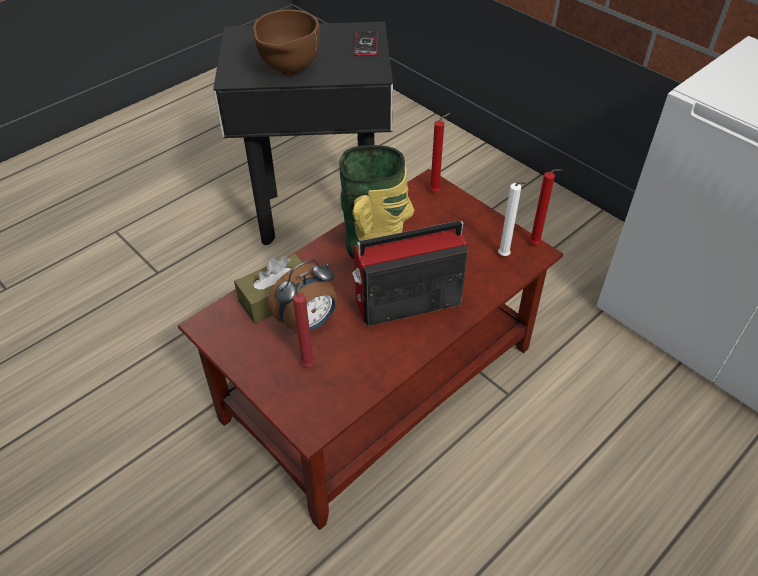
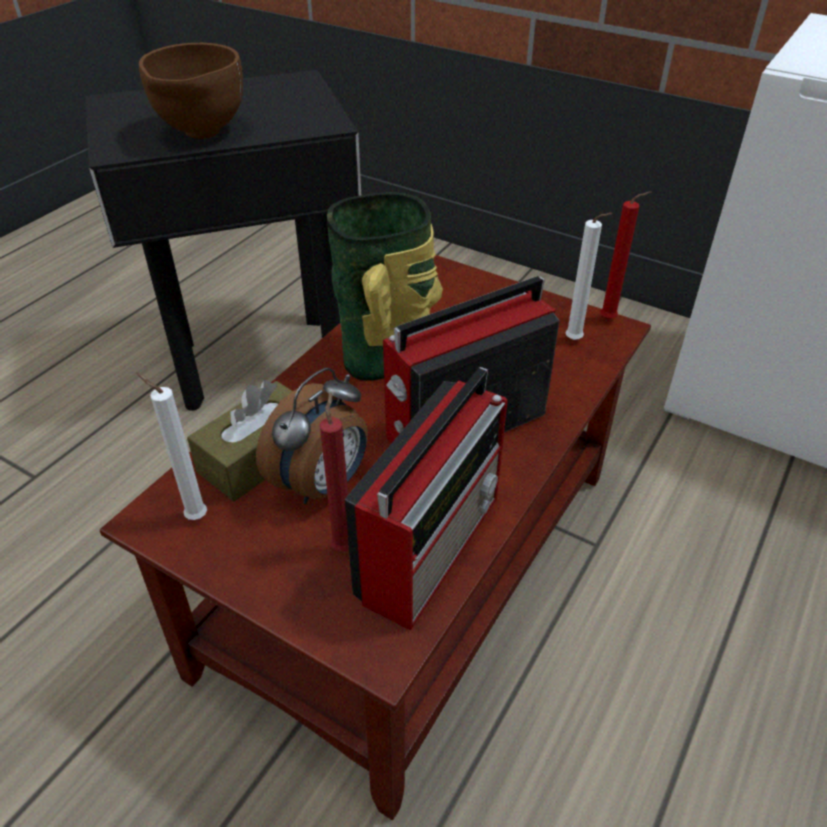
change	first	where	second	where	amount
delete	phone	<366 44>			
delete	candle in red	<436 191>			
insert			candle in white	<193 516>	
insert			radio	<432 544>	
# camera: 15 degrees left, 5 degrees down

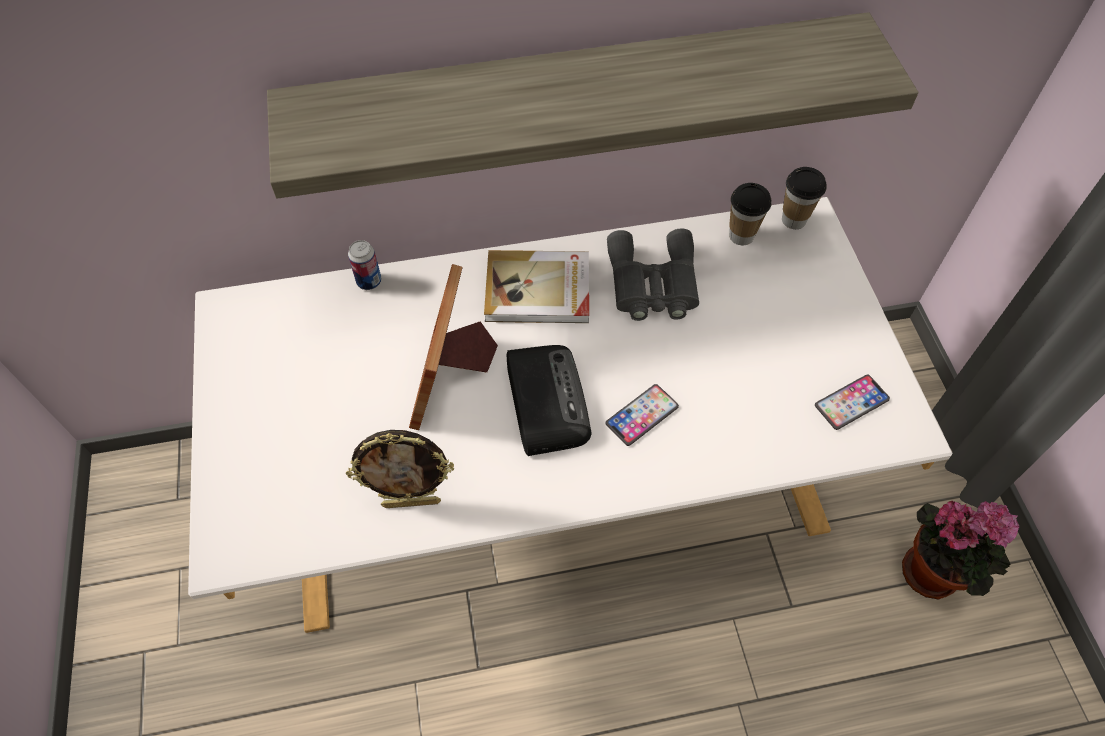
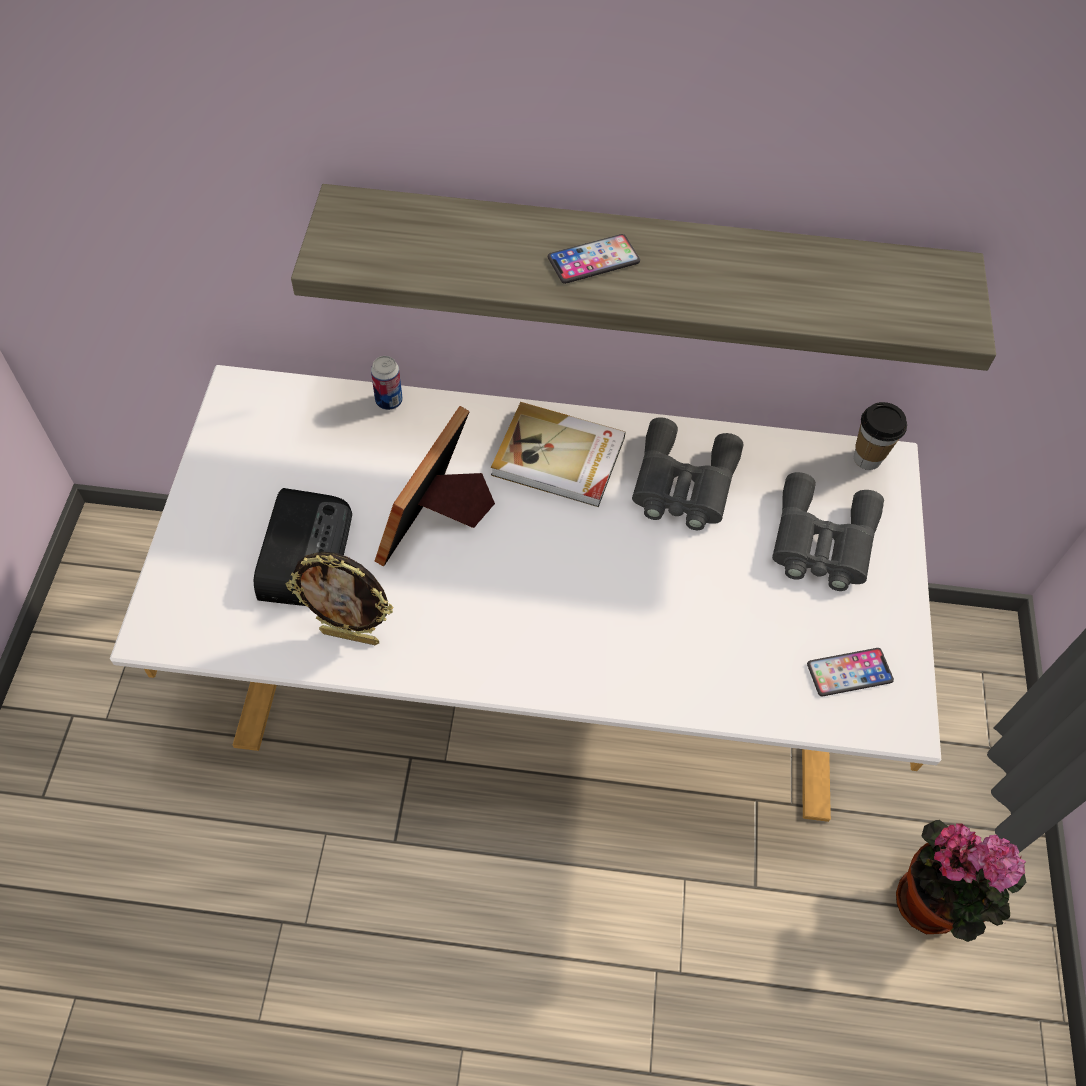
change	first	where	second	where	amount
delete	cup	<741 236>			
insert			binoculars in grey	<821 543>	
move	radio	<545 400>		<304 550>	
move	phone	<642 415>		<593 260>	
# camera: 15 degrees right, 0 degrees up

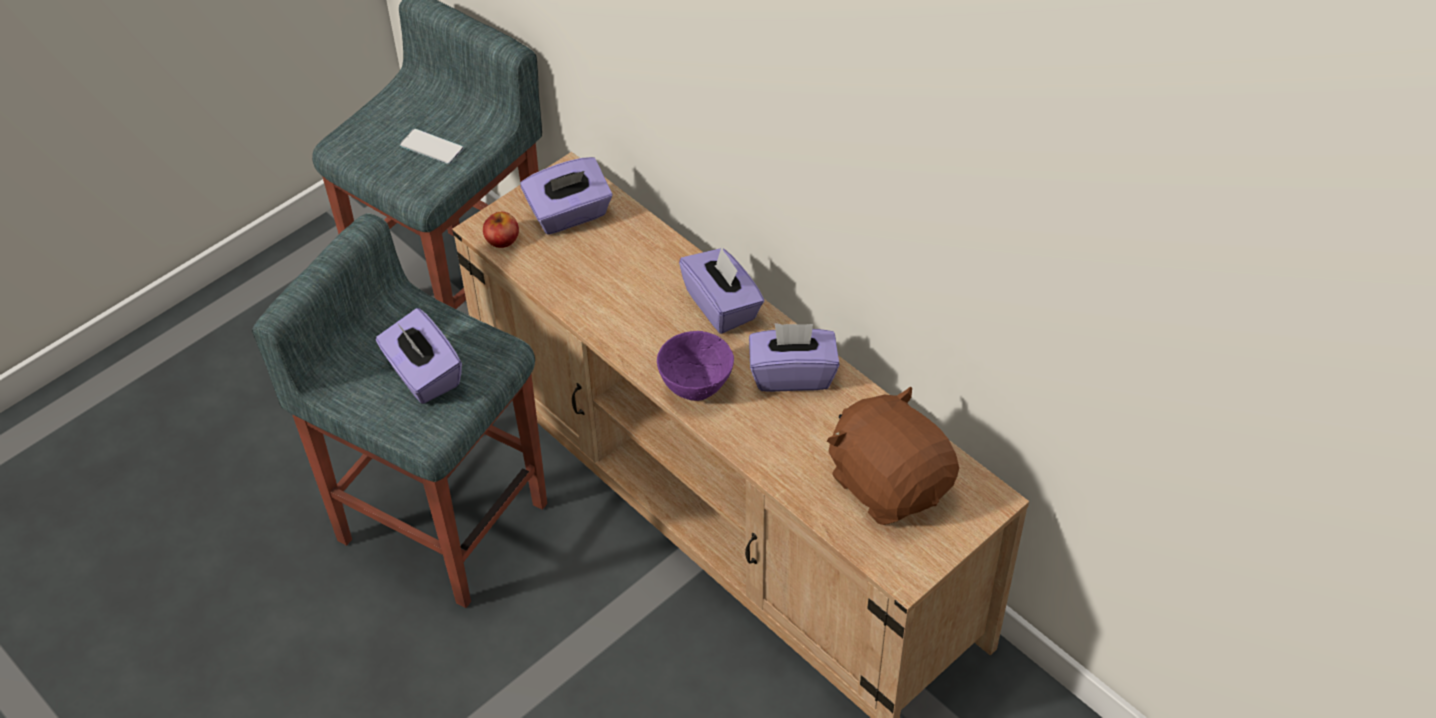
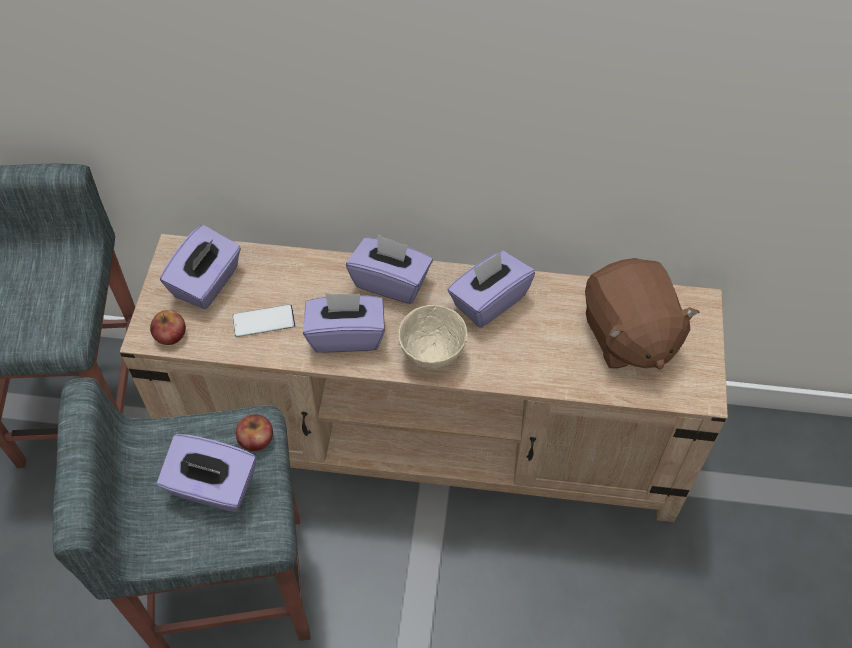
change	first	where	second	where	amount
insert			apple	<256 439>	
insert			tissue box in purple	<346 335>	
move	phone	<431 147>		<264 321>	
recolor	bowl in purple	<695 386>	bowl in beige	<431 354>	
rotate	plush toy in brown	<889 482>		<628 336>	120 degrees counterclockwise
# camera: 40 degrees left, 5 degrees up

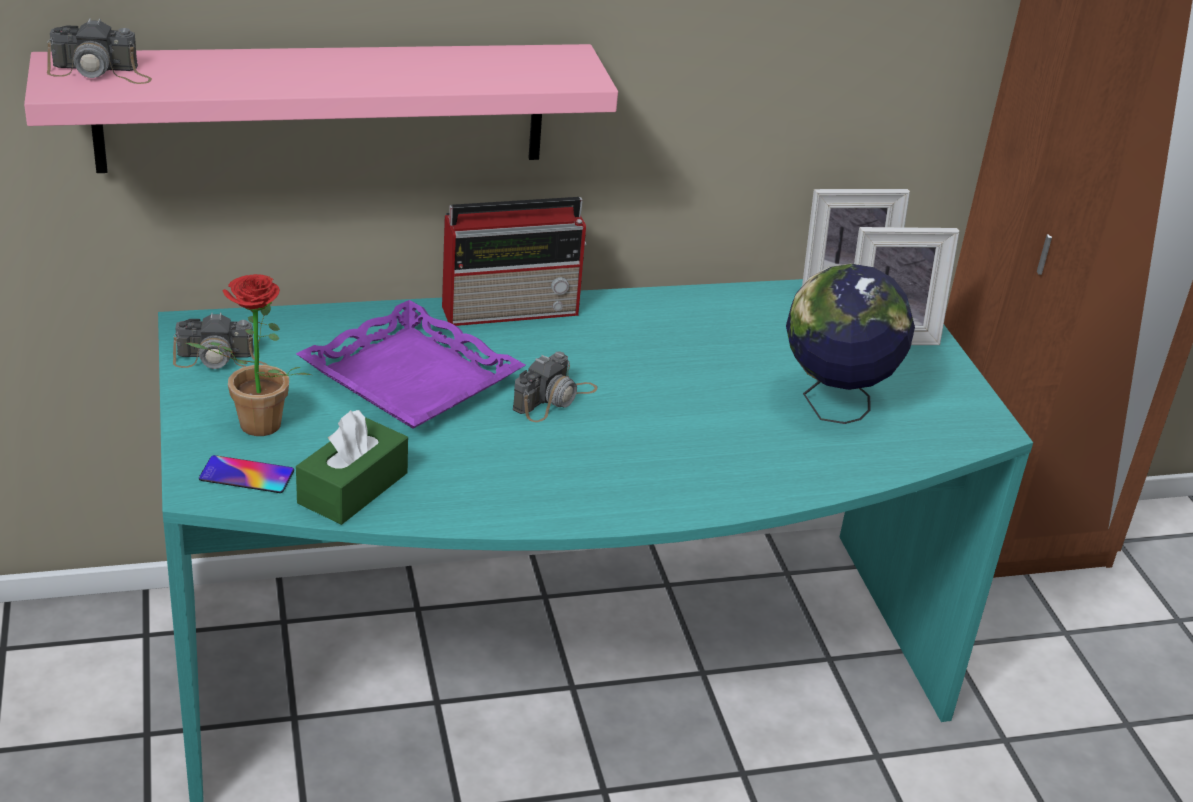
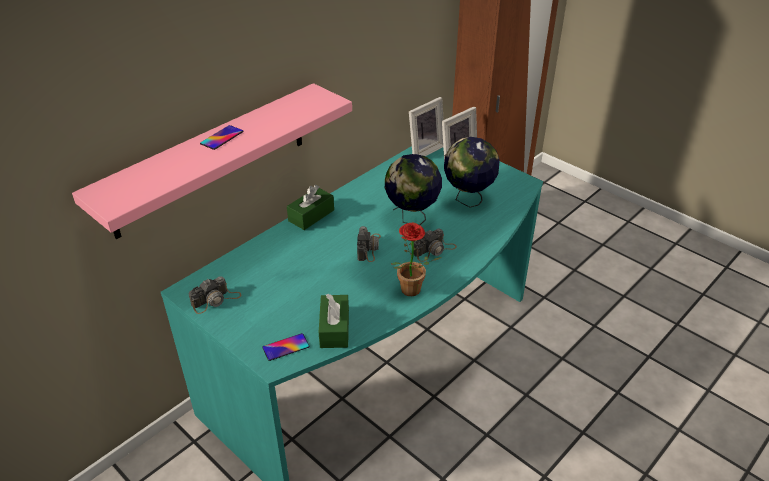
change	first	where	second	where	amount
delete	tray in purple	<412 377>			
insert			phone	<222 138>	
insert			globe	<412 218>	
move	photo camera	<101 72>		<434 250>	
move	potted plant	<252 428>		<410 293>	
replace	radio	<513 309>	tissue box in green	<311 215>	
# camera: 30 degrees left, 5 degrees up

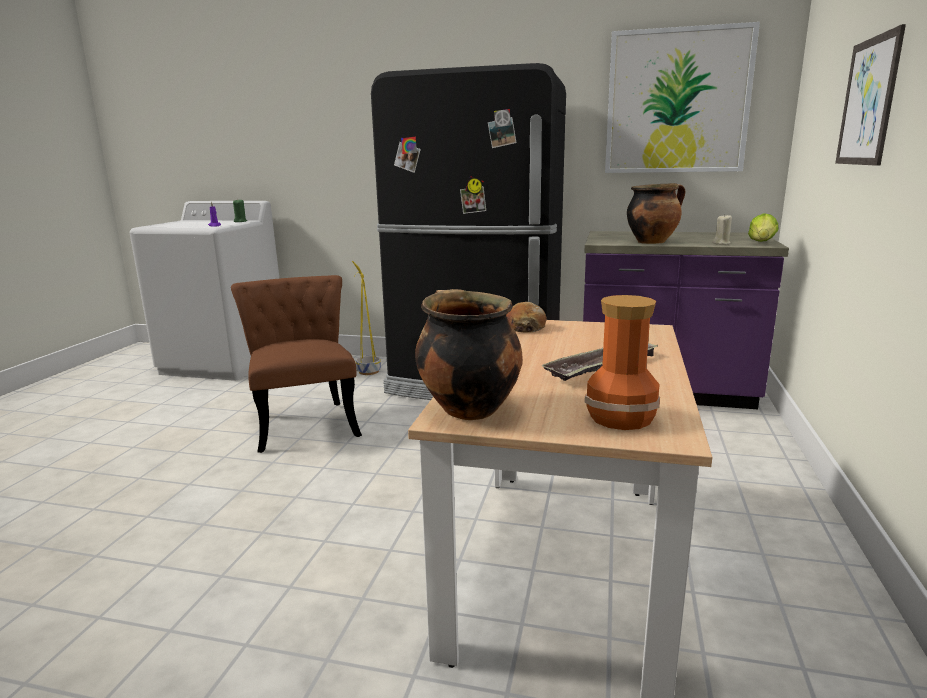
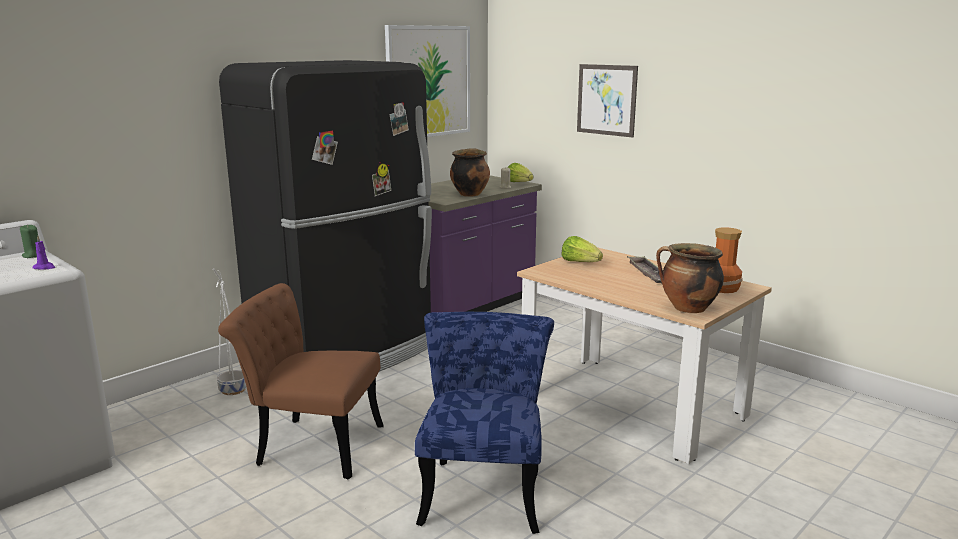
change	first	where	second	where	amount
delete	bread	<525 327>			
insert			chair in blue	<484 488>	
insert			lettuce	<580 262>	
recolor	planter in yellow	<368 371>	planter in white	<233 390>	
# camera: 60 degrees left, 0 degrees up

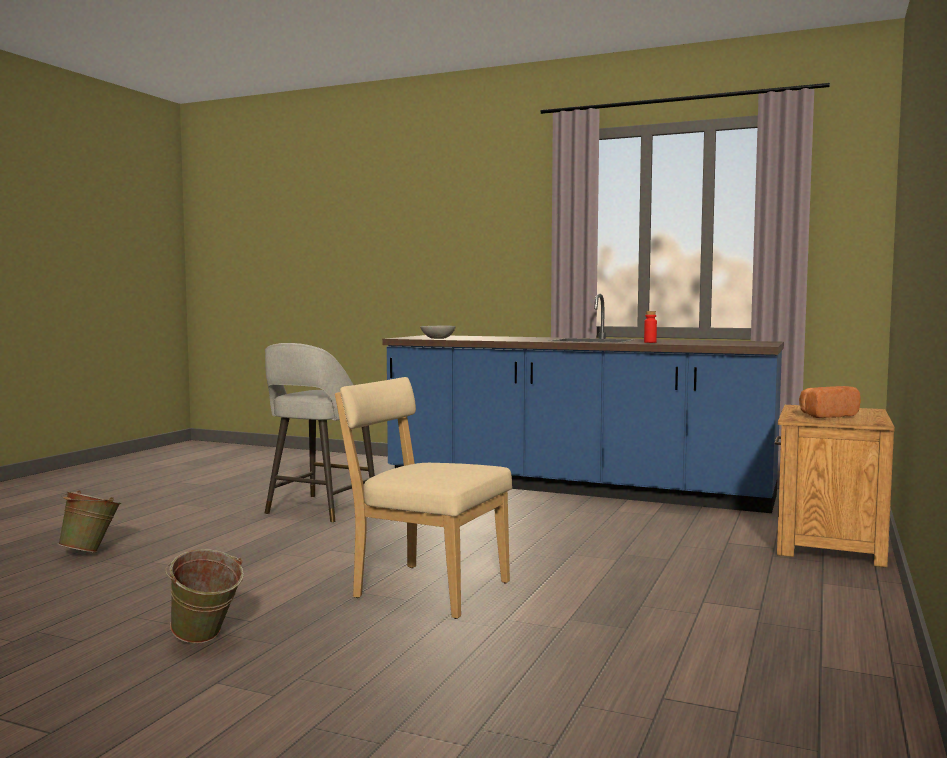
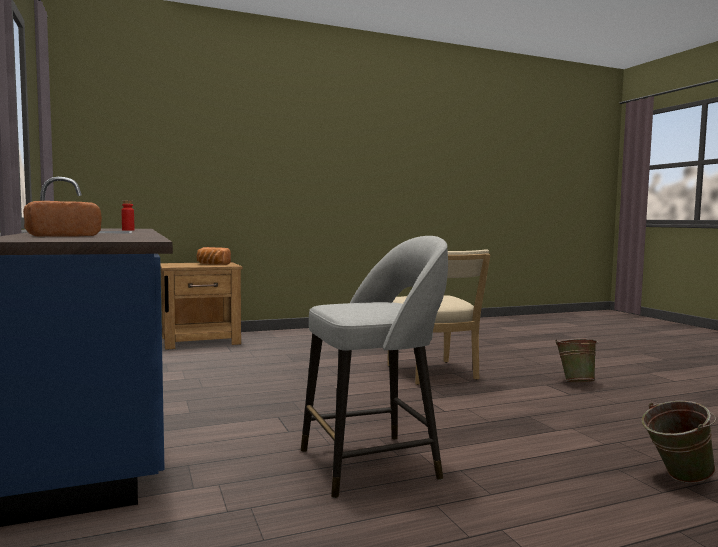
change	first	where	second	where	amount
delete	bowl in grey	<438 338>			
insert			bread	<60 236>	
# camera: 135 degrees left, 0 degrees up

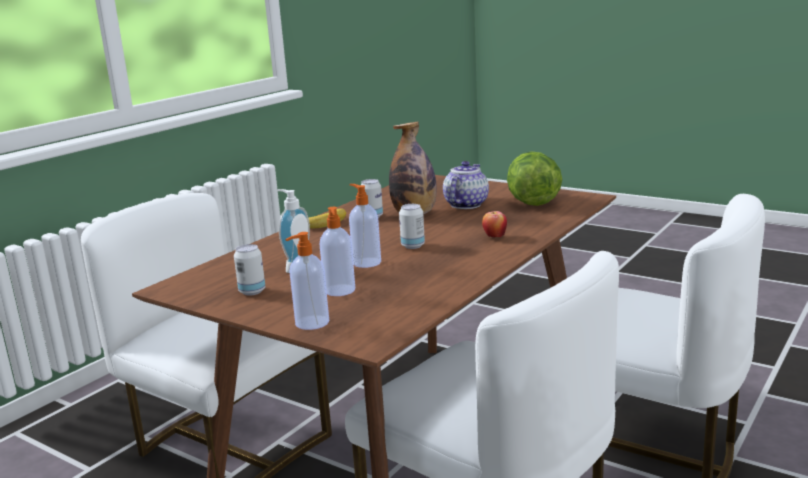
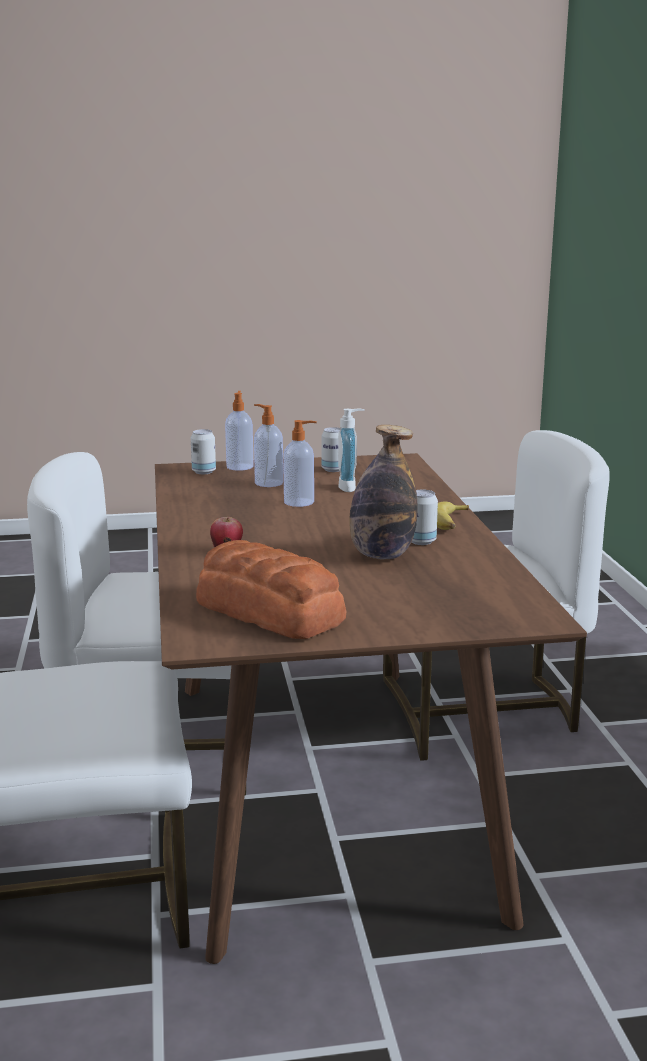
change	first	where	second	where	amount
delete	teapot	<466 204>			
move	can	<413 246>		<204 472>	
replace	lettuce	<532 202>	bread	<268 610>	
# camera: 135 degrees right, 0 degrees up

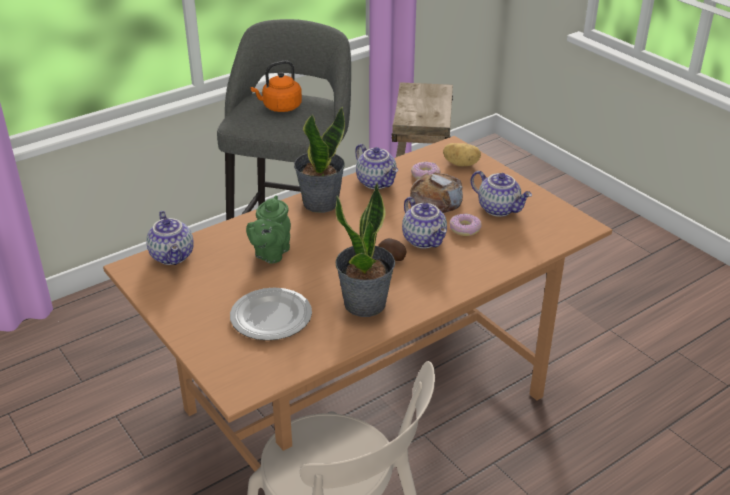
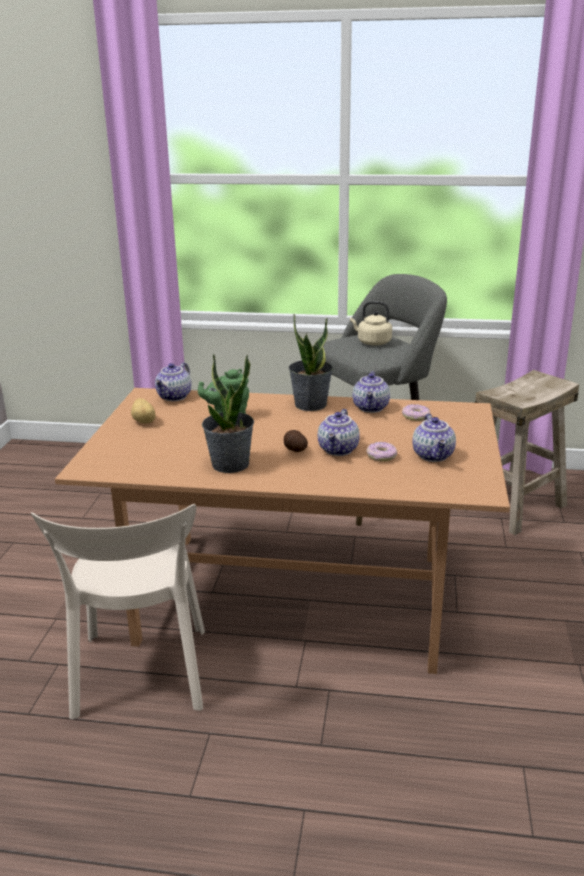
change	first	where	second	where	amount
delete	plate	<271 316>			
delete	bread	<435 200>			
move	potato	<461 164>		<144 421>	
recolor	kettle in orange	<280 107>	kettle in beige	<372 342>	
# camera: 45 degrees right, 10 degrees down

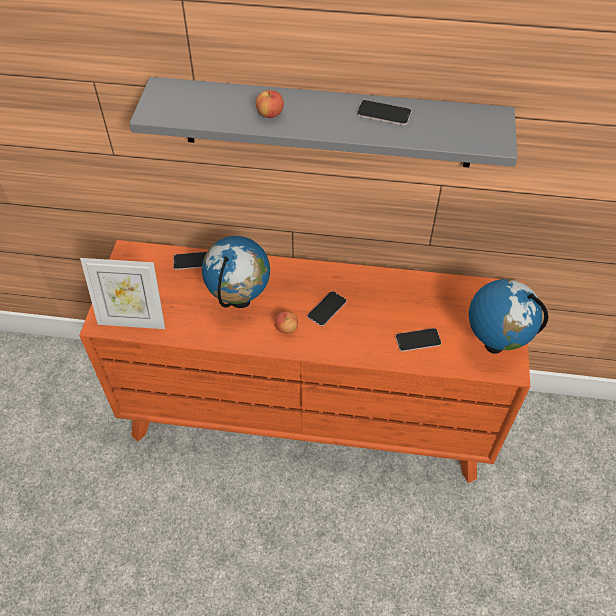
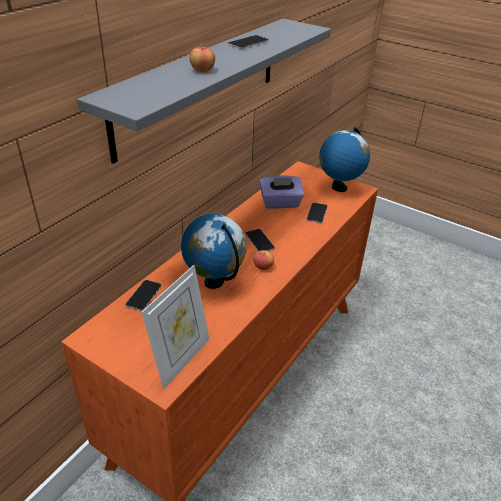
change	first	where	second	where	amount
insert			tissue box in purple	<280 203>	
# camera: 65 degrees left, 15 degrees down

